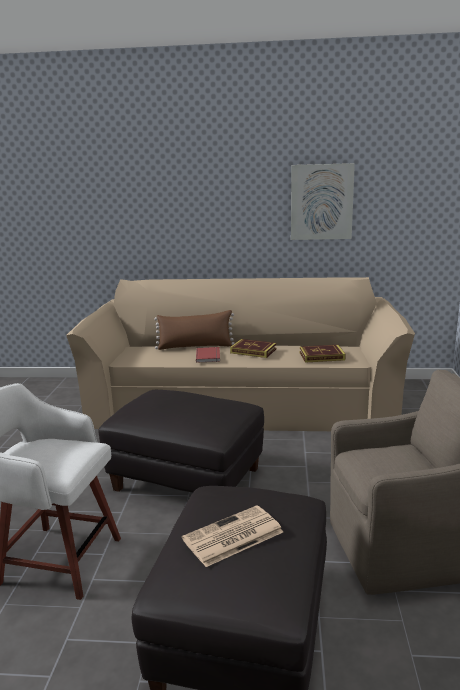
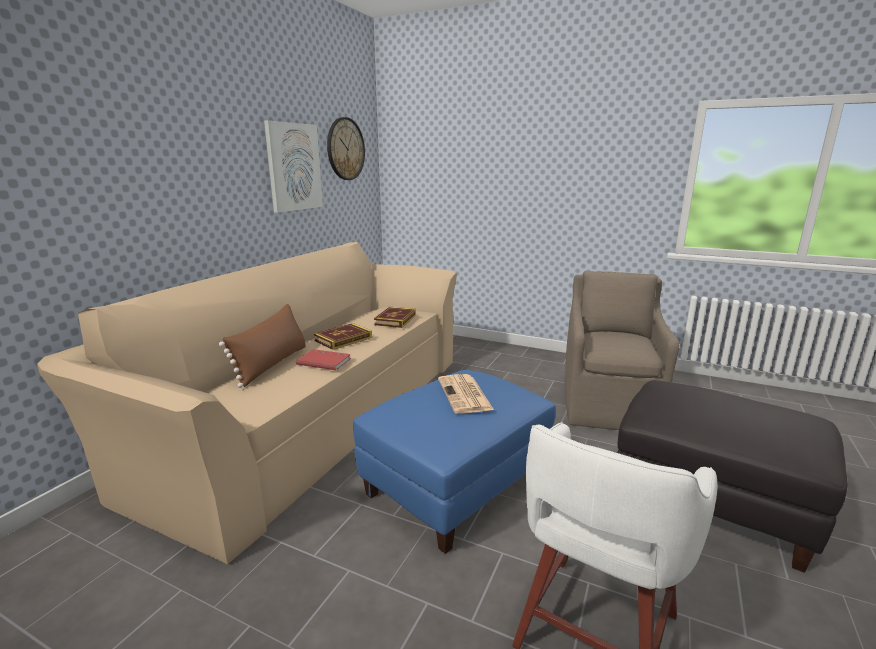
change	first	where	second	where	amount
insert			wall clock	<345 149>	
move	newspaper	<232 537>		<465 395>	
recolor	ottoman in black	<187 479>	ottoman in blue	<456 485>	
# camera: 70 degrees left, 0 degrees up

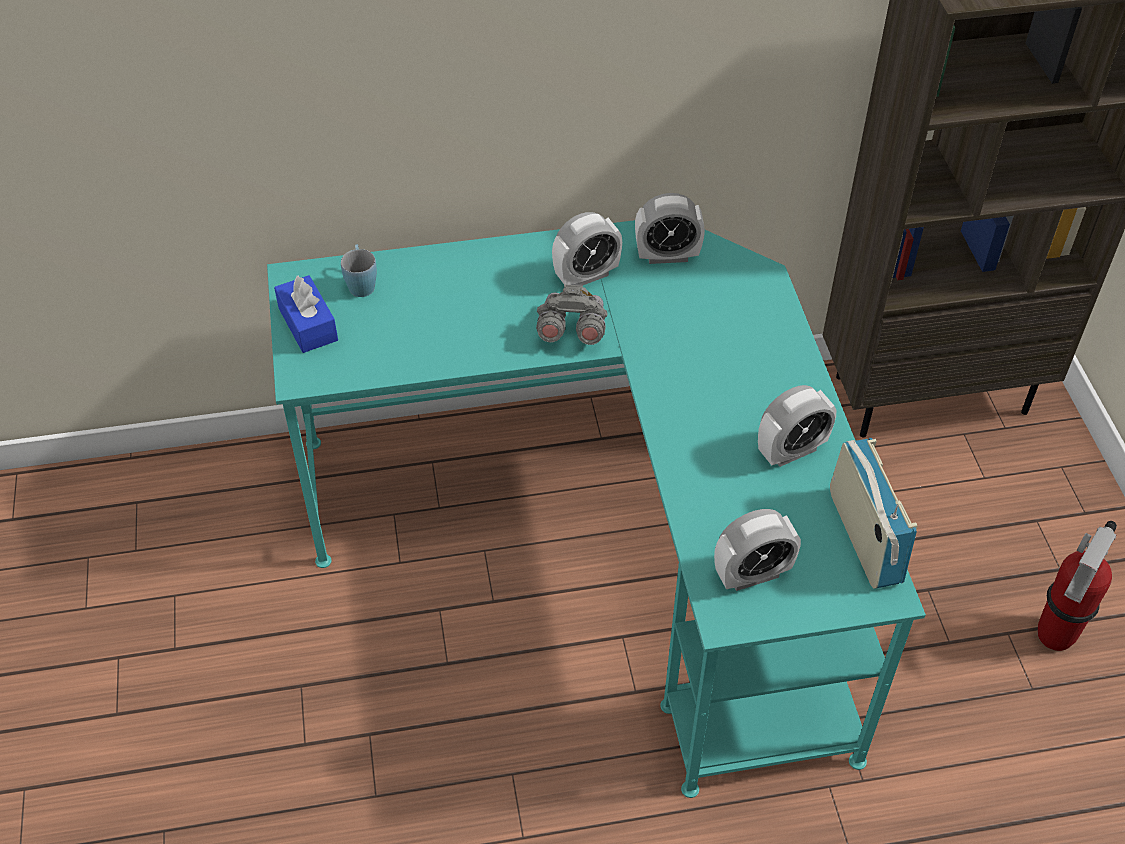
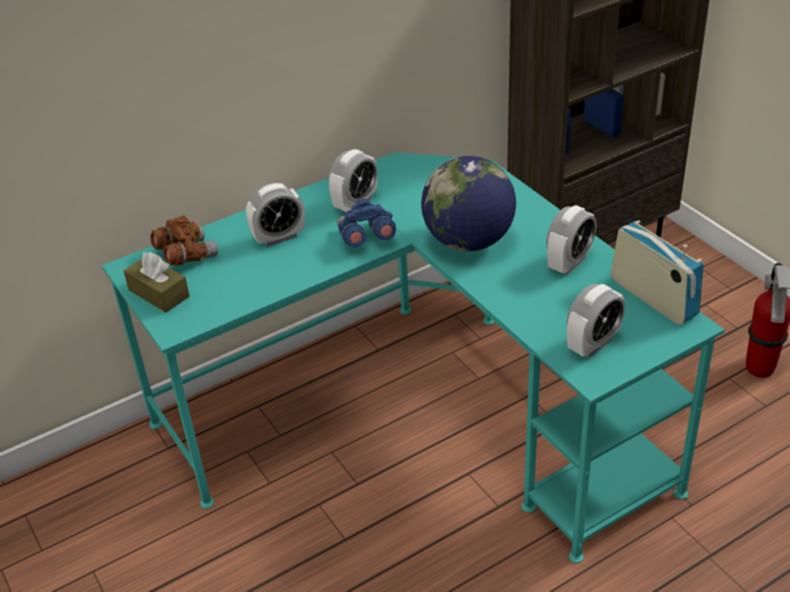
change	first	where	second	where	amount
insert			globe	<469 242>	
move	alarm clock	<667 256>		<279 237>	
replace	mug in blue	<361 283>	binoculars in brown	<186 255>	
recolor	tissue box in blue	<308 324>	tissue box in brown	<159 293>	
recolor	binoculars in grey	<571 331>	binoculars in blue	<365 239>	
# camera: 20 degrees left, 10 degrees down

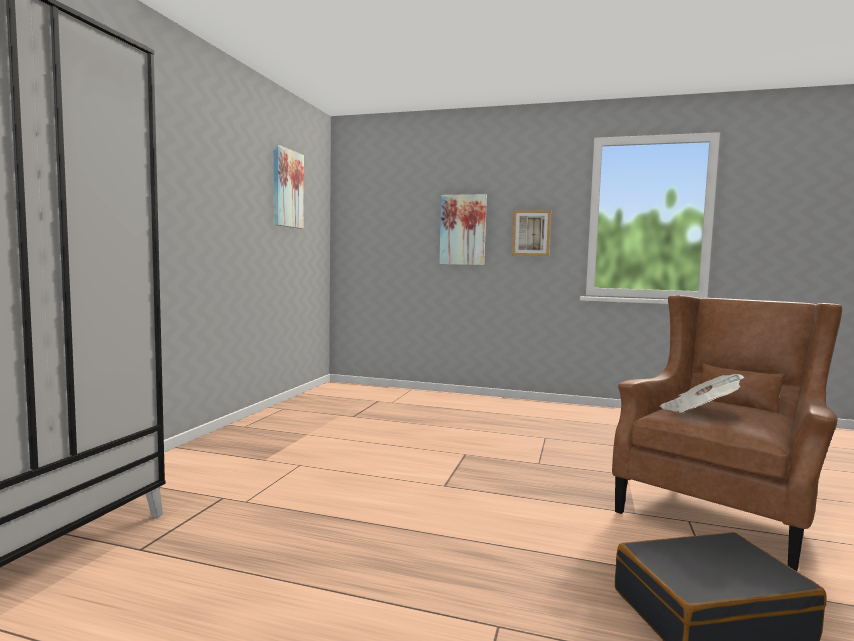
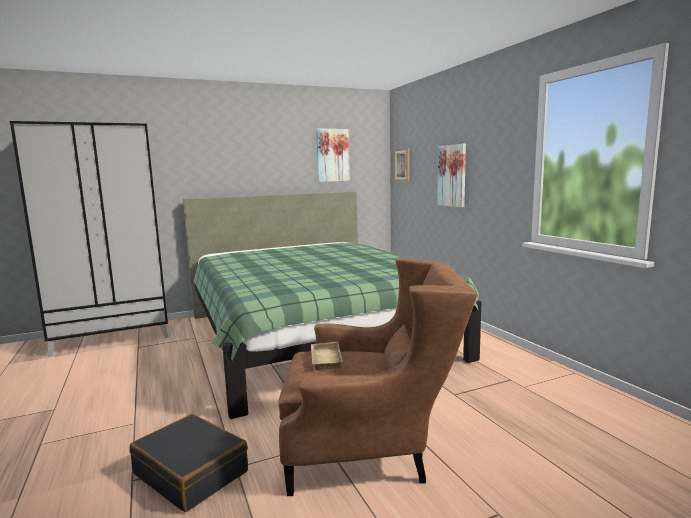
change	first	where	second	where	amount
insert			bed in green	<314 336>	
move	picture	<531 233>		<402 165>	
replace	newspaper	<698 412>	tray in beige	<324 359>	
# camera: 50 degrees right, 5 degrees up

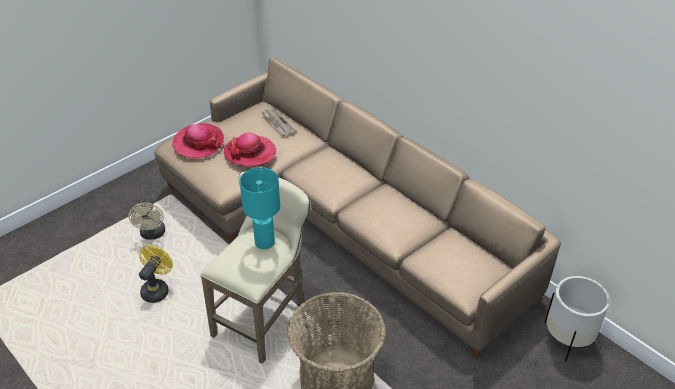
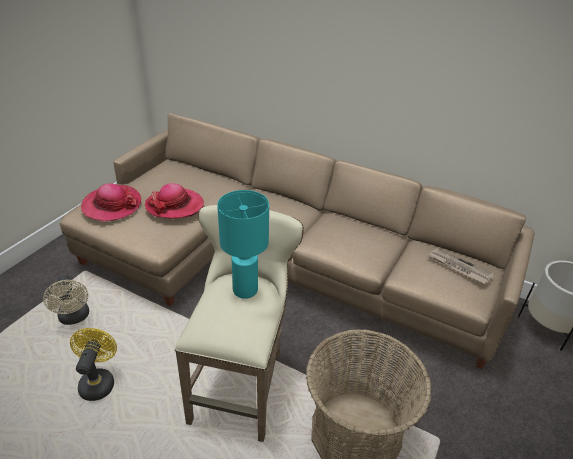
change	first	where	second	where	amount
move	newspaper	<277 123>		<459 267>	
# camera: 20 degrees left, 5 degrees down

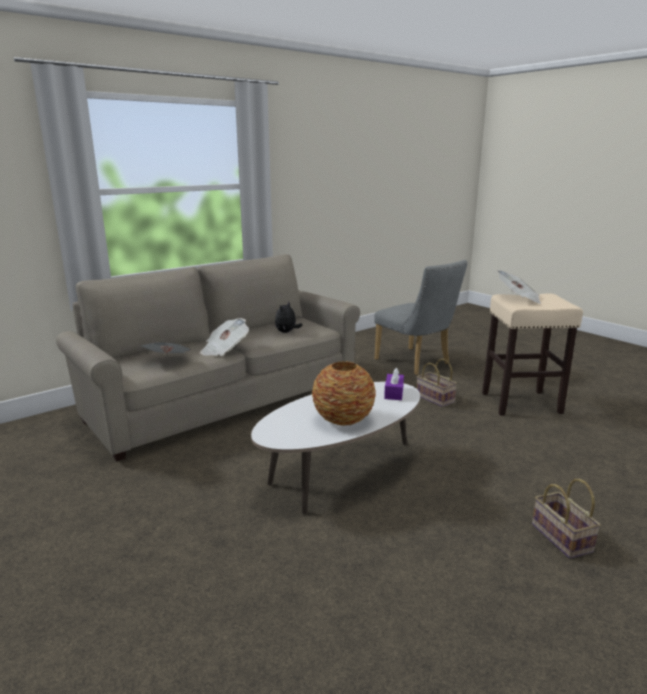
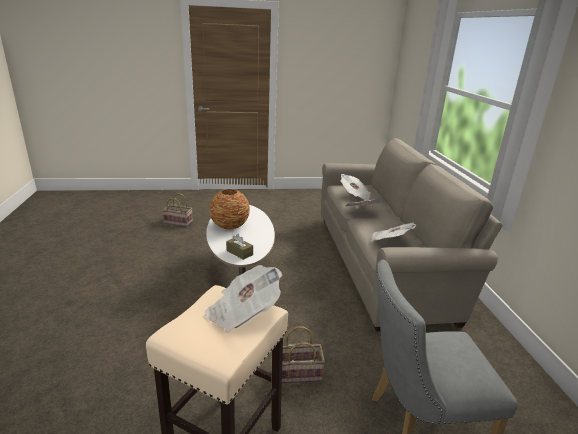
change	first	where	second	where	amount
move	basket	<559 537>		<179 222>	
replace	plush toy	<287 332>	newspaper	<390 241>	
recolor	tissue box in purple	<394 393>	tissue box in brown	<239 253>	
# camera: 120 degrees right, 5 degrees up

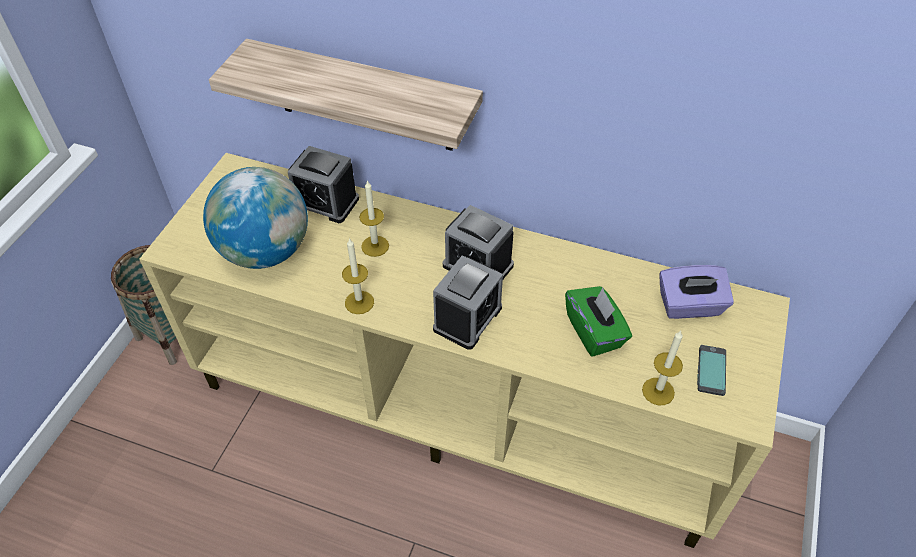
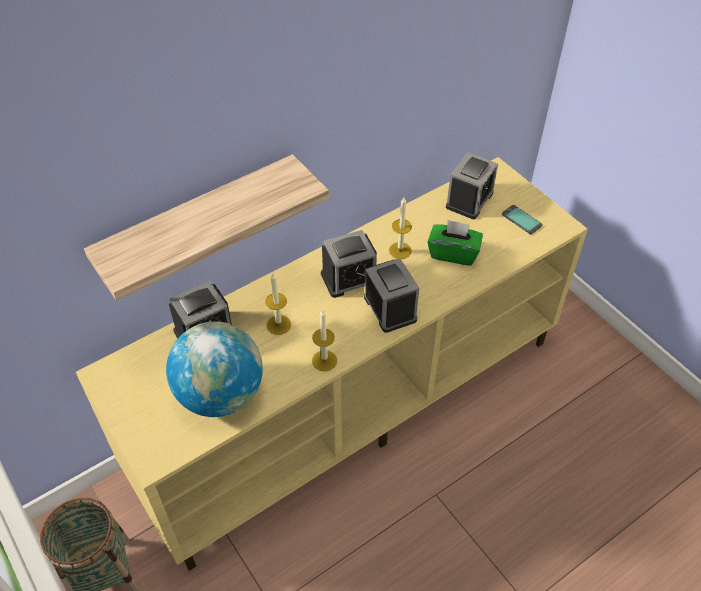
change	first	where	second	where	amount
move	candle	<658 391>		<400 250>	
replace	tissue box in purple	<690 306>	alarm clock	<469 200>	
# camera: 55 degrees left, 0 degrees up

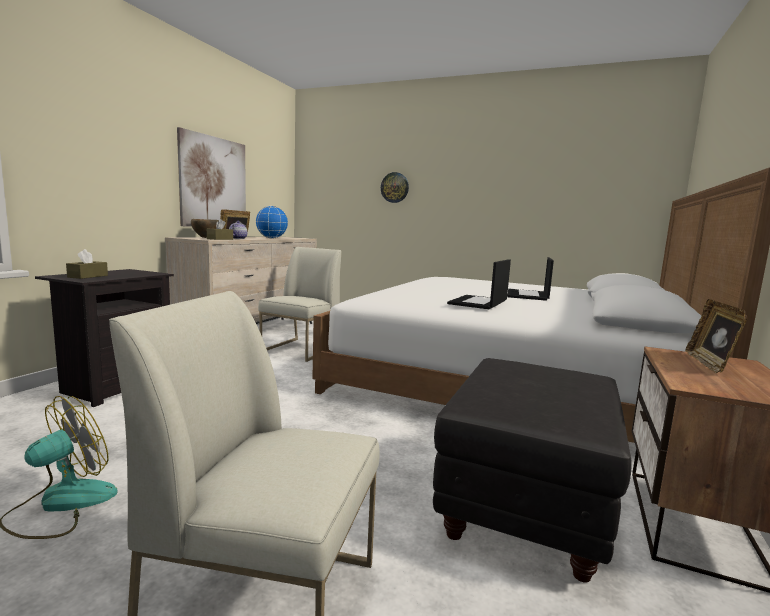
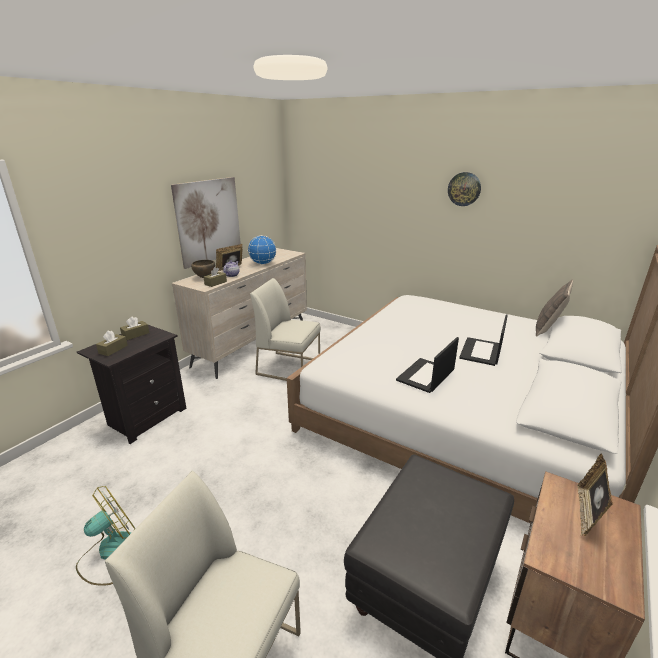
change	first	where	second	where	amount
insert			tissue box in brown	<135 334>	
insert			pillow	<548 329>	
move	wall clock	<394 187>		<464 189>	
rotate	chair in white	<301 350>		<289 367>	105 degrees counterclockwise
# camera: 10 degrees right, 15 degrees up

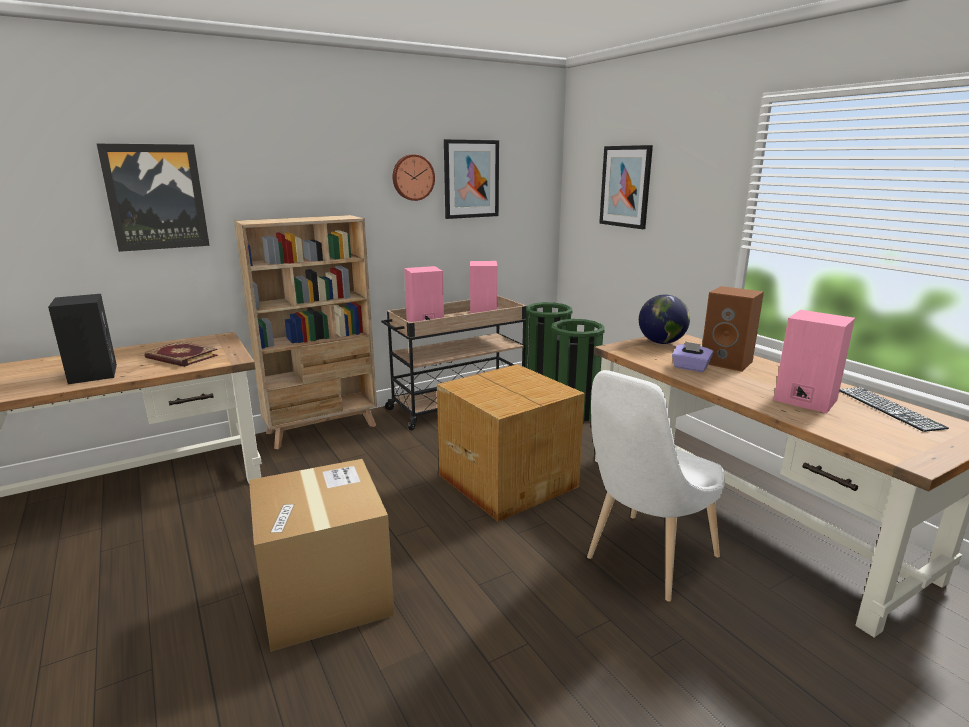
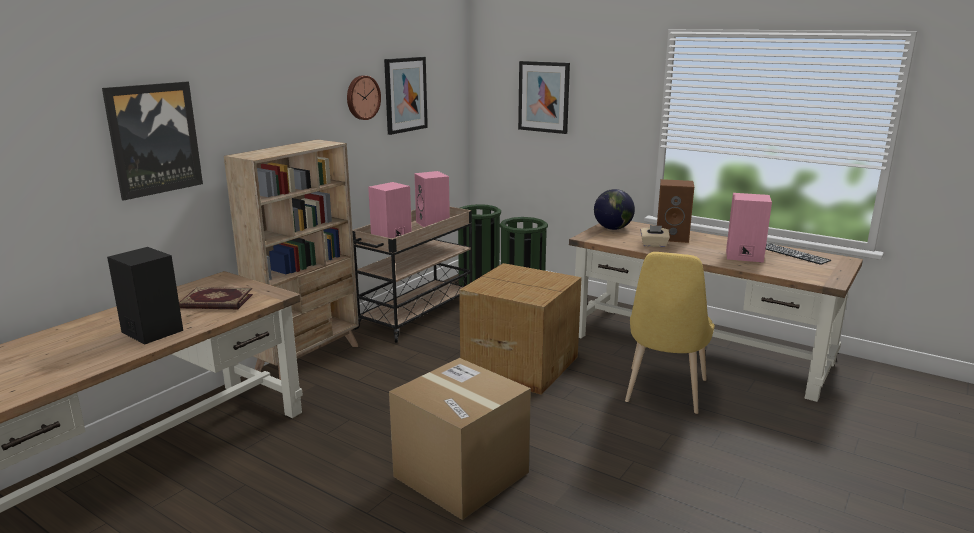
change	first	where	second	where	amount
recolor	chair in white	<645 560>	chair in yellow	<663 394>	
recolor	tissue box in purple	<690 368>	tissue box in beige	<654 245>	
# camera: 25 degrees left, 0 degrees up

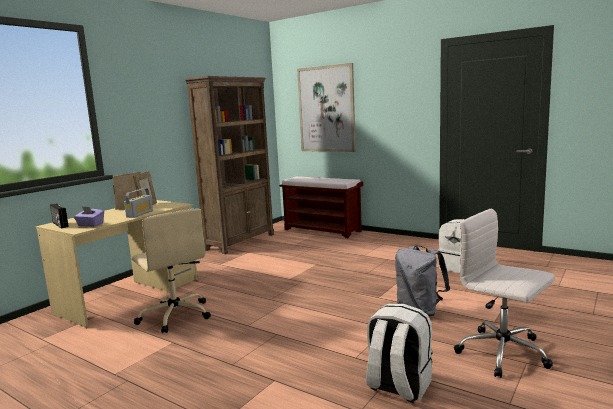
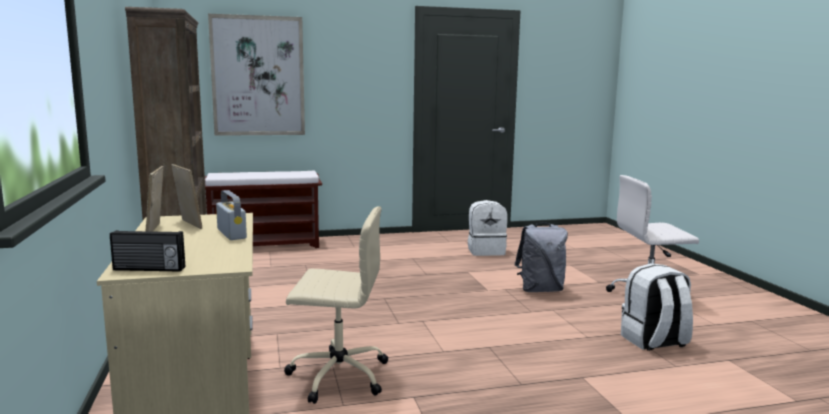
change	first	where	second	where	amount
delete	tissue box in purple	<90 225>			
# camera: 50 degrees left, 0 degrees up

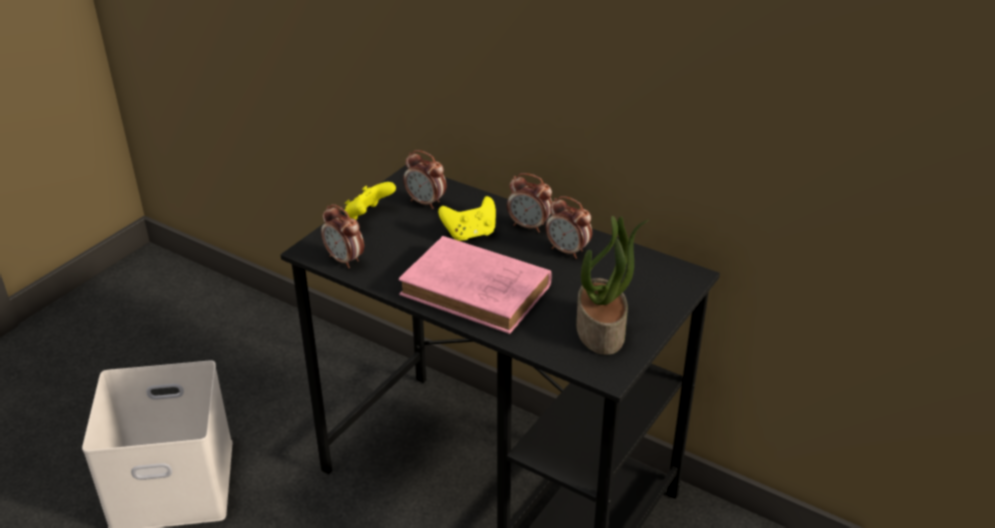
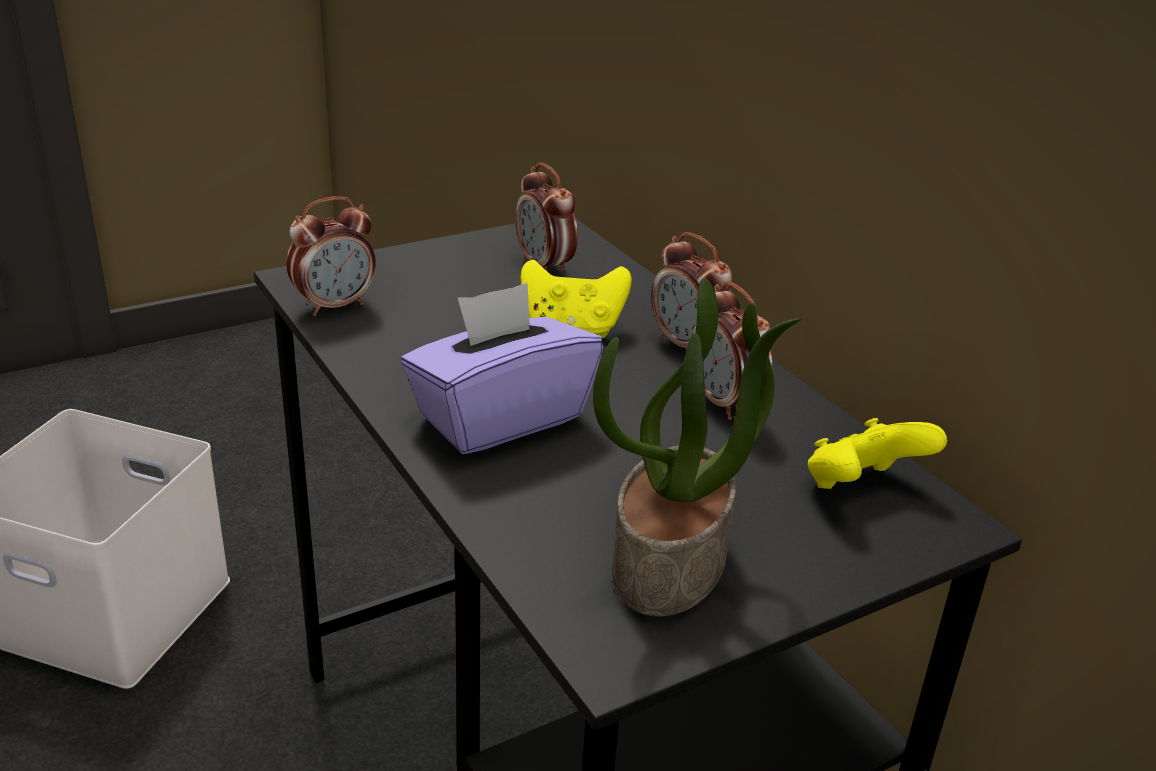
change	first	where	second	where	amount
move	game controller in yellow	<368 216>		<861 488>	
replace	book in pink	<479 292>	tissue box in purple	<500 417>	
rotate	alarm clock	<345 260>		<335 306>	105 degrees counterclockwise
# camera: 25 degrees right, 5 degrees down

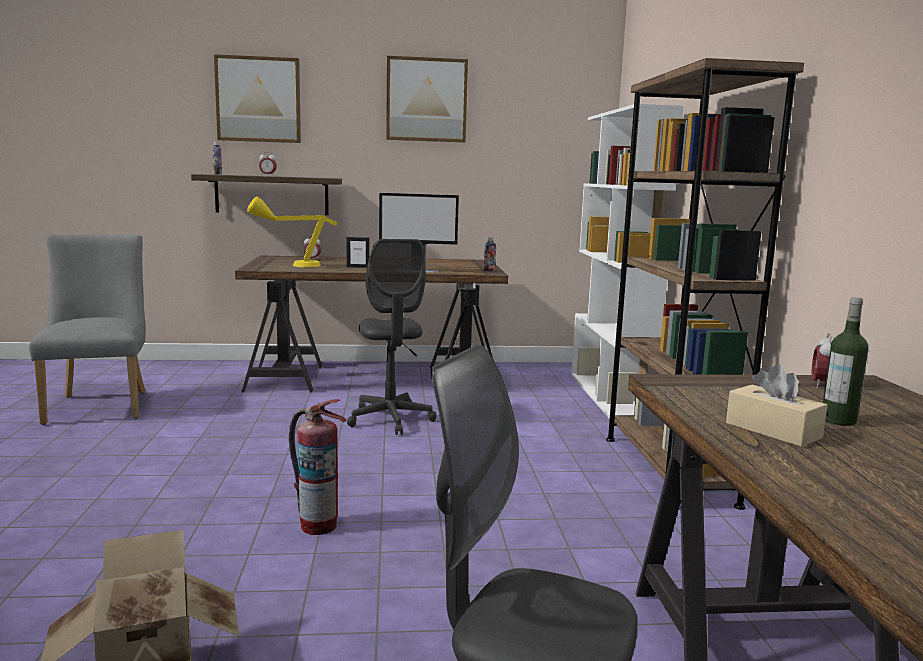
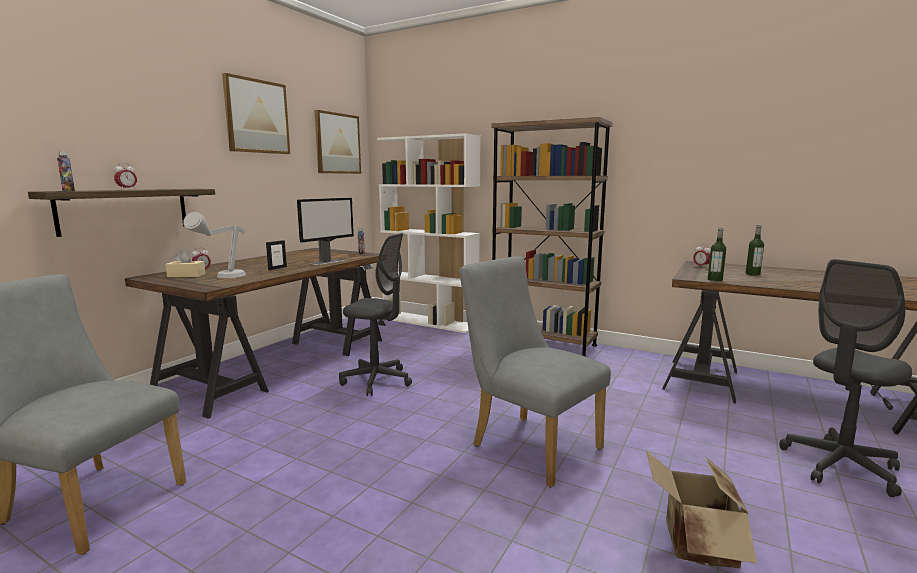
change	first	where	second	where	amount
insert			bottle	<715 280>	
move	picture	<258 99>		<337 143>	
move	tissue box in beige	<773 430>		<186 275>	
replace	fire extinguisher	<318 525>	chair in grey	<528 444>	
recolor	table lamp in yellow	<292 265>	table lamp in grey	<223 278>	
# camera: 55 degrees left, 0 degrees up

